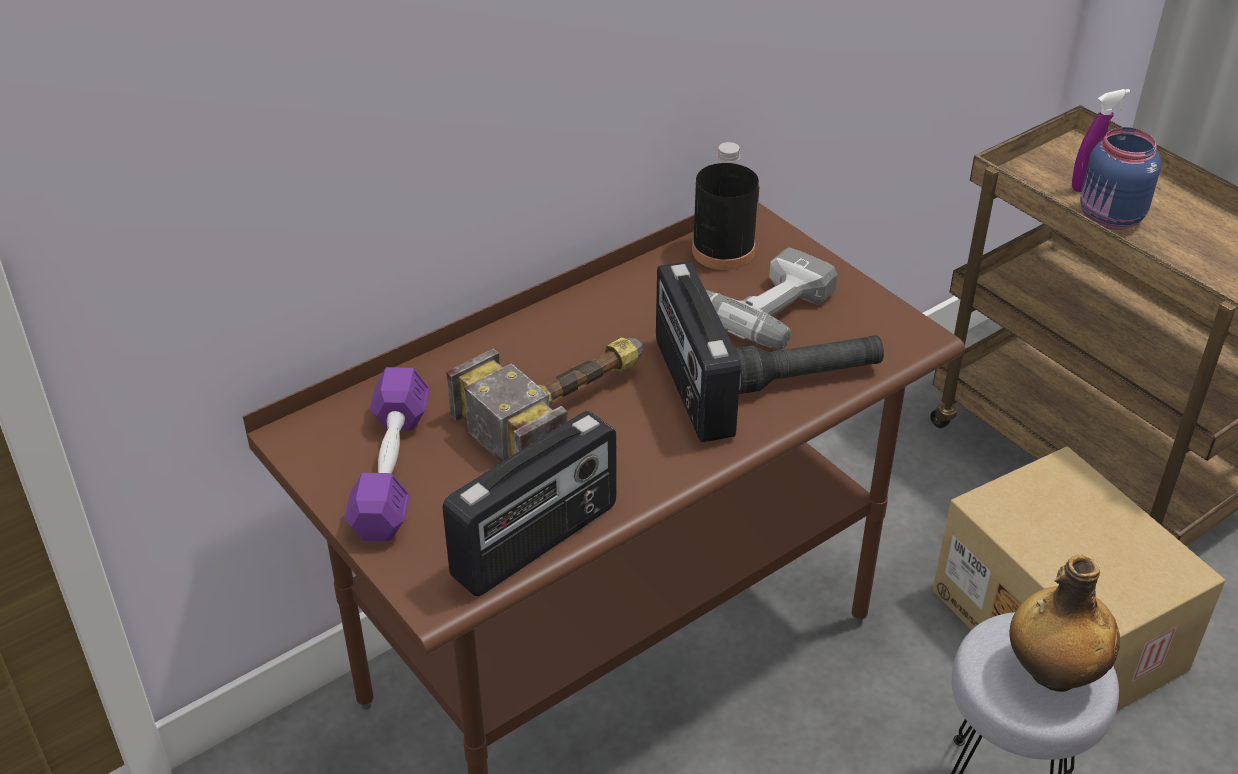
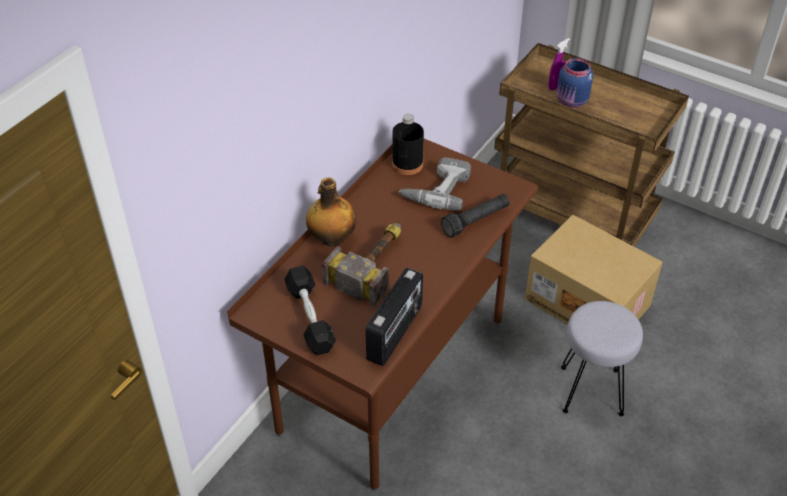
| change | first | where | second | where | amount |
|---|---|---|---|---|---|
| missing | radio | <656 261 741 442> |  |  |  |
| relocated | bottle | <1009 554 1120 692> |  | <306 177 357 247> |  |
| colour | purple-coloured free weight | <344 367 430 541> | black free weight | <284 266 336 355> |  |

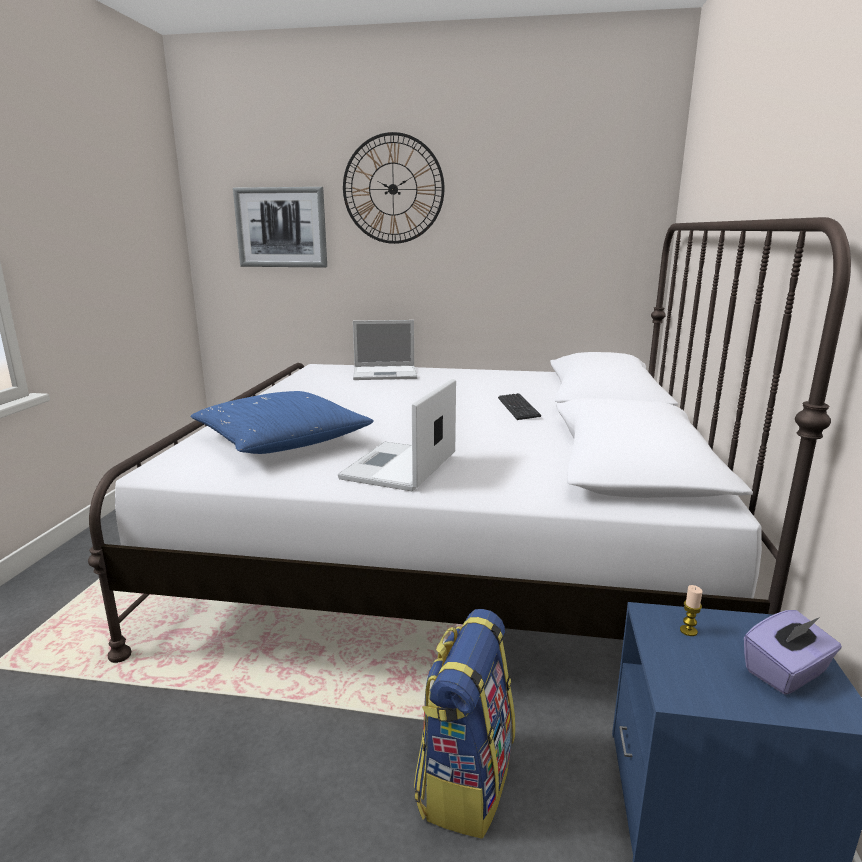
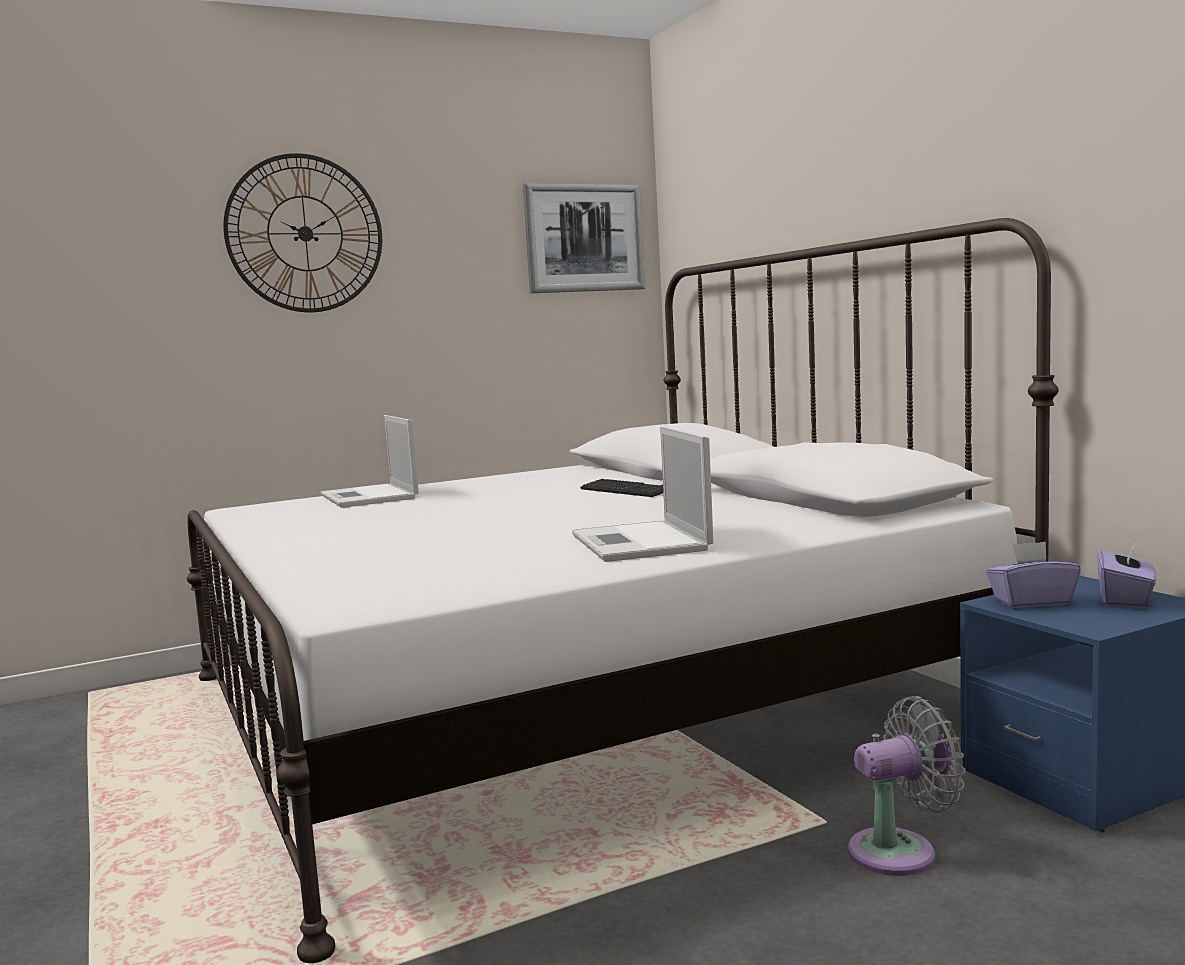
| change | first | where | second | where | amount |
|---|---|---|---|---|---|
| missing | blue pillow | <191 391 374 454> |  |  |  |
| relocated | wall picture | <233 187 327 267> |  | <523 183 645 293> |  |
| exchanged | backpack | <414 609 515 839> | grey electric fan | <848 696 966 876> |  |
| exchanged | candle | <680 585 702 636> | purple-coloured box of tissues | <986 541 1081 608> |  |
| spun | notebook computer | <353 320 417 380> |  | <320 415 419 508> | 105 degrees clockwise |

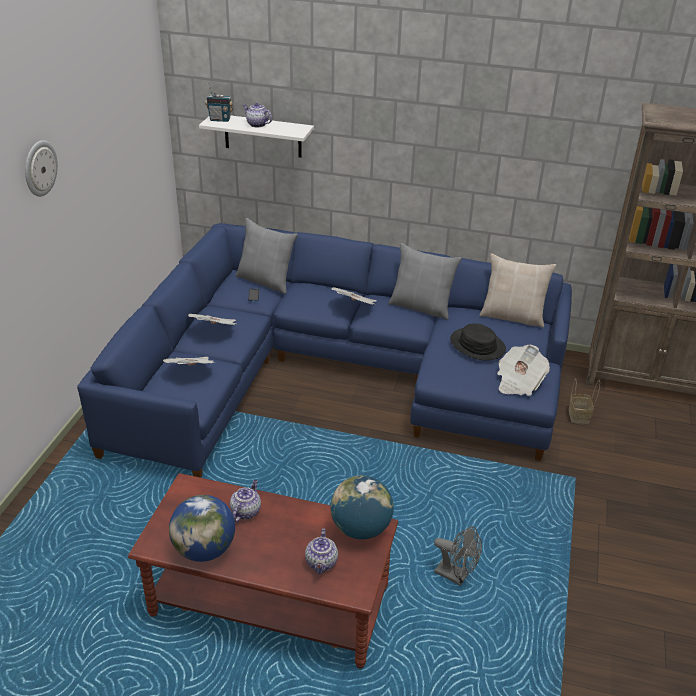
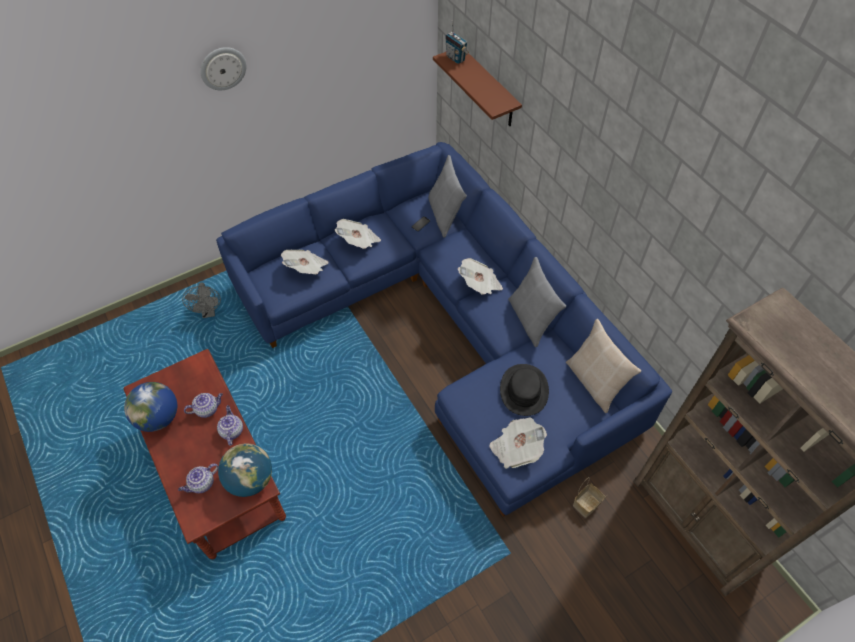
| change | first | where | second | where | amount |
|---|---|---|---|---|---|
| relocated | tea pot | <243 103 272 128> |  | <217 405 243 446> |  |
| relocated | grey electric fan | <434 526 482 586> |  | <182 282 221 318> |  |
| colour | whitish shelf | <199 115 314 158> | brown shelf | <433 52 522 126> |  |

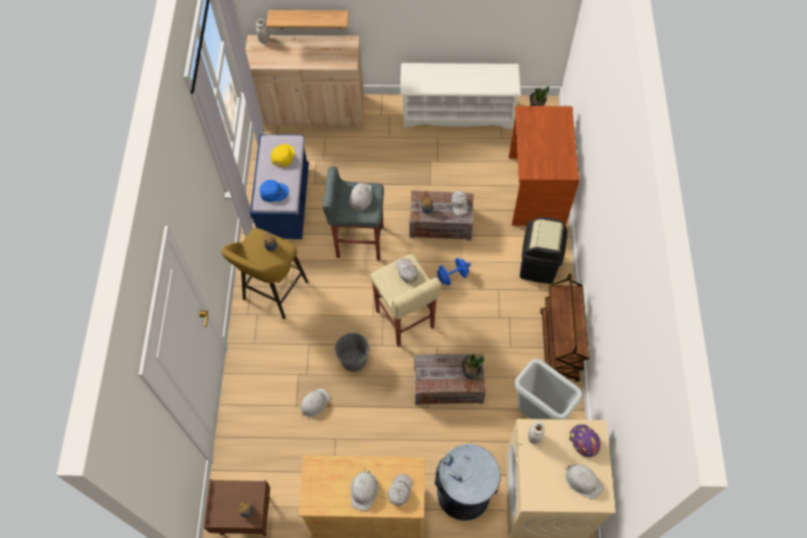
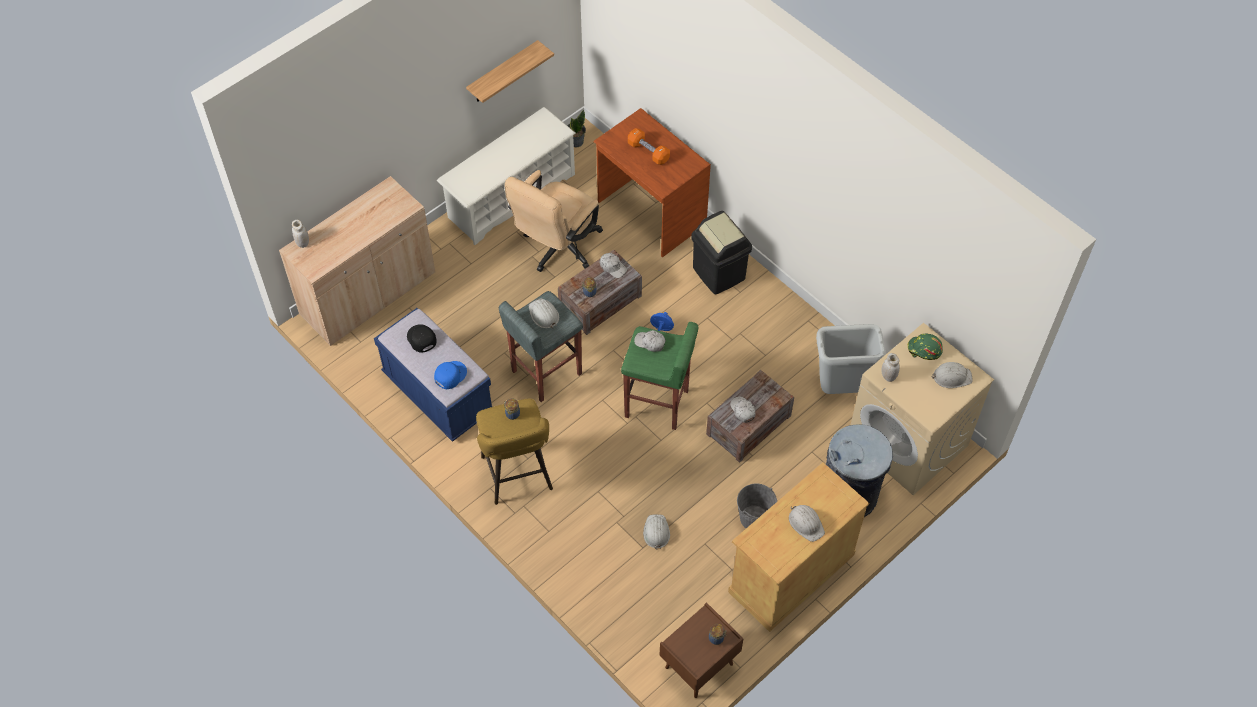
| change | first | where | second | where | amount |
|---|---|---|---|---|---|
| missing | houseplant | <461 353 484 379> |  |  |  |
| missing | brown trolley | <540 273 589 382> |  |  |  |
| appeared |  |  | beige desk chair | <505 170 603 272> |  |
| appeared |  |  | orangey free weight | <628 128 670 165> |  |
| relocated | shelf | <266 10 349 29> |  | <466 40 554 103> |  |
| relocated | grey water bucket | <335 333 370 372> |  | <737 484 777 528> |  |
| relocated | whitish baseball cap | <388 474 413 506> |  | <730 396 755 423> |  |
| colour | yellow baseball cap | <271 144 295 167> | black baseball cap | <407 324 437 353> |  |
| colour | beige stool | <370 254 441 347> | greenish stool | <621 322 698 430> |  |
| colour | purple-coloured safety helmet | <569 424 601 457> | greenish safety helmet | <908 334 943 360> |  |

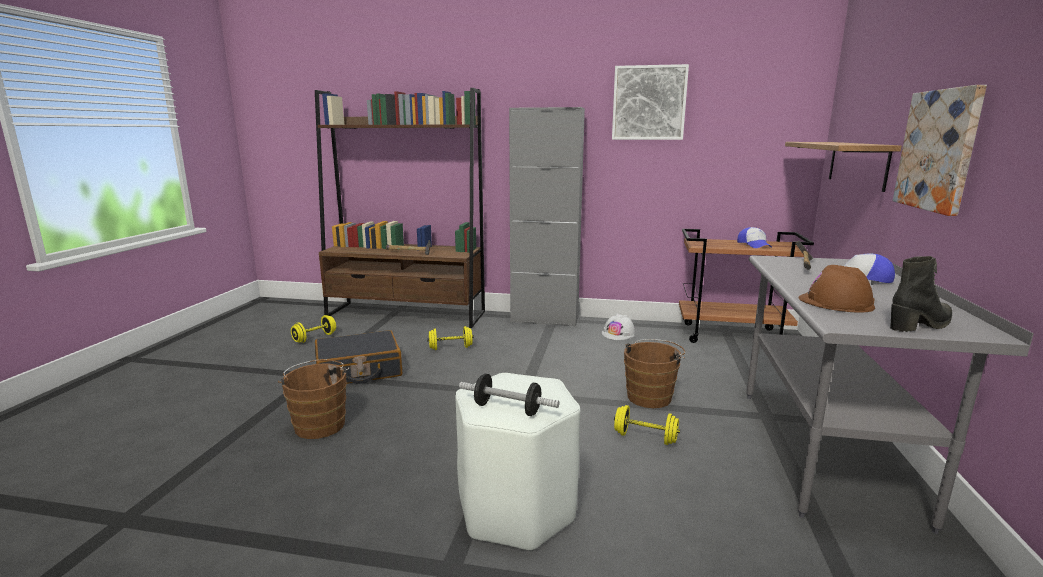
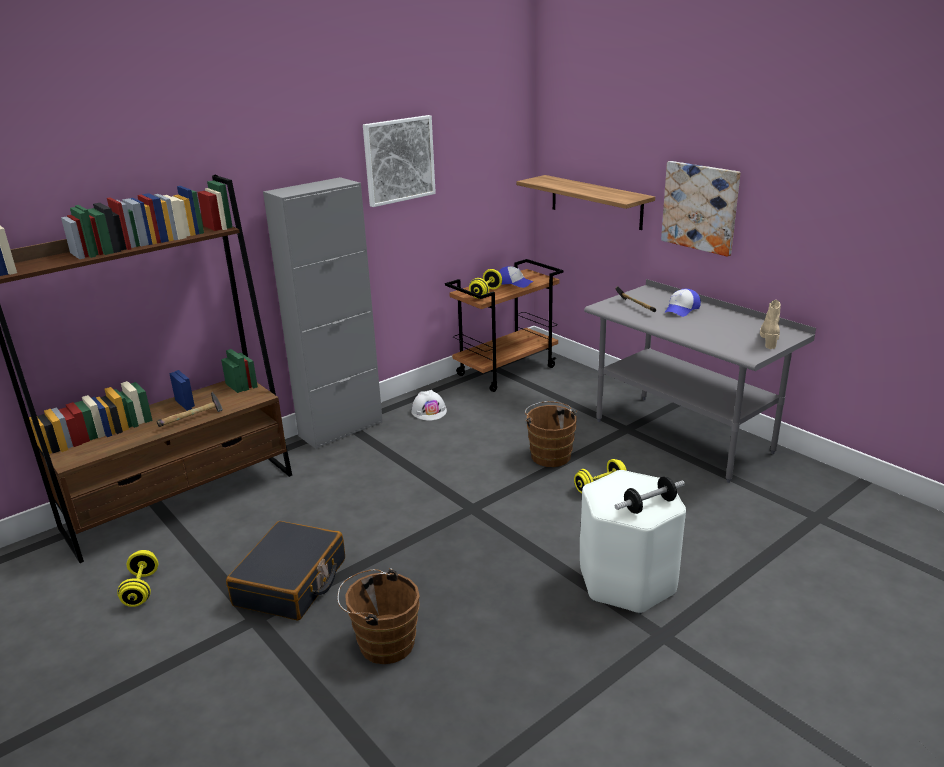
| change | first | where | second | where | amount |
|---|---|---|---|---|---|
| missing | brown safety helmet | <798 265 875 313> |  |  |  |
| relocated | yellow free weight | <427 326 474 350> |  | <469 269 502 299> |  |
| colour | black high-top boot | <890 256 952 332> | beige high-top boot | <760 300 781 349> |  |

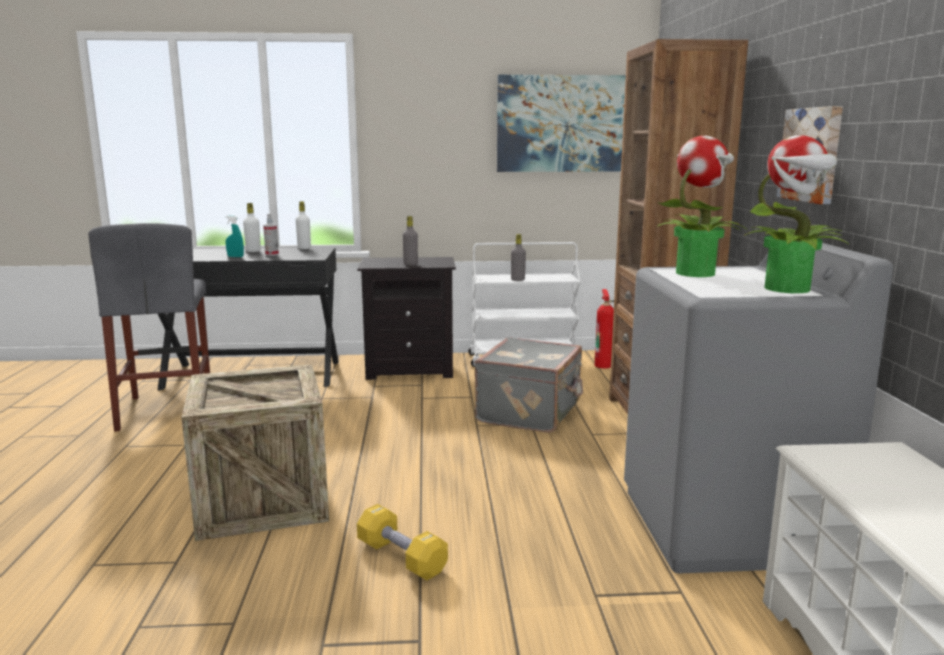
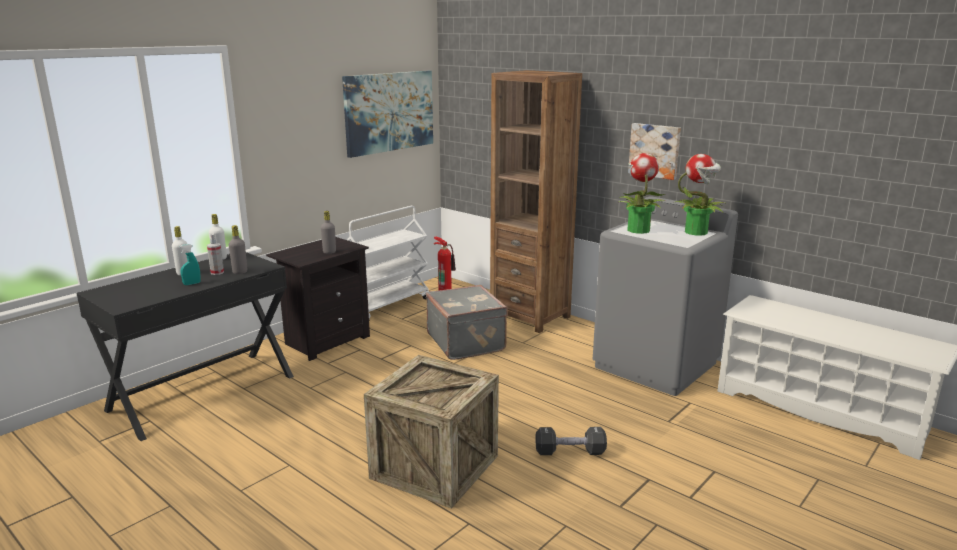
| change | first | where | second | where | amount |
|---|---|---|---|---|---|
| missing | grey stool | <88 223 210 432> |  |  |  |
| relocated | grey bottle | <511 234 526 281> |  | <229 225 247 274> |  |
| colour | yellow free weight | <357 504 448 581> | black free weight | <535 427 607 455> |  |

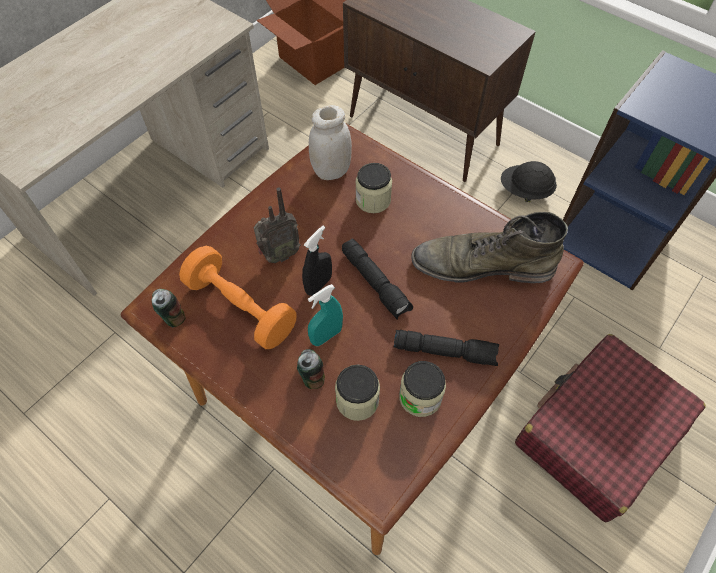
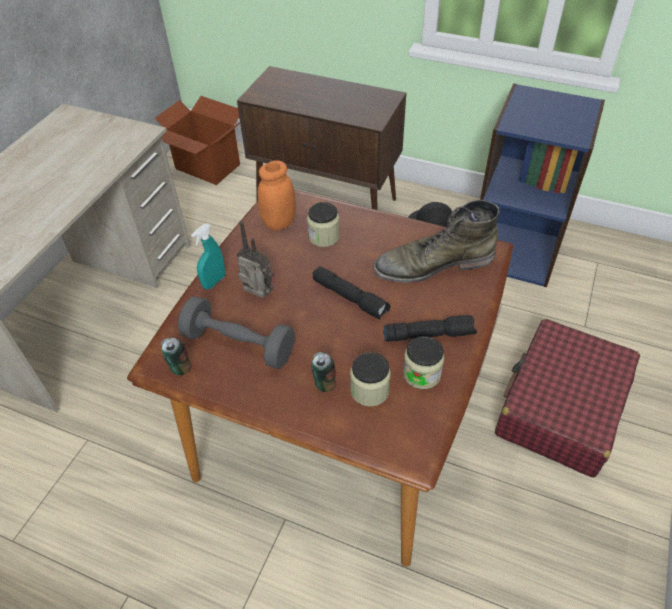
| change | first | where | second | where | amount |
|---|---|---|---|---|---|
| missing | black hand sprayer | <302 225 332 296> |  |  |  |
| relocated | turquoise-coloured hand sprayer | <308 284 343 346> |  | <191 223 225 290> |  |
| colour | orangey free weight | <179 246 297 349> | grey free weight | <178 296 295 369> |  |
| colour | whitish jar | <309 105 352 180> | orangey jar | <258 160 296 231> |  |
| spun | radio | <253 187 301 263> |  | <237 221 275 298> | 105 degrees counterclockwise |

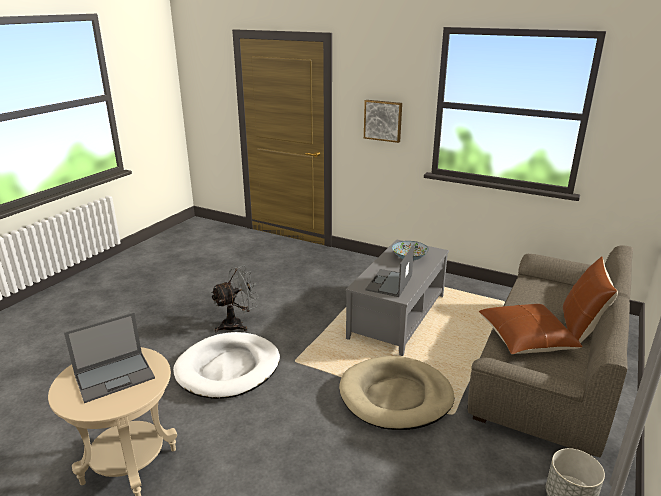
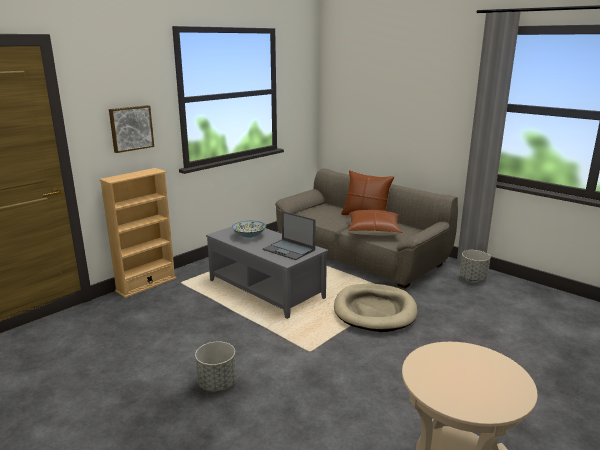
| change | first | where | second | where | amount |
|---|---|---|---|---|---|
| missing | notebook computer | <64 312 155 403> |  |  |  |
| missing | whitish dog cushion | <173 332 280 399> |  |  |  |
| appeared |  |  | beige bookcase | <99 168 176 298> |  |
| exchanged | grey electric fan | <211 265 259 332> | grey plant pot | <195 341 237 391> |  |

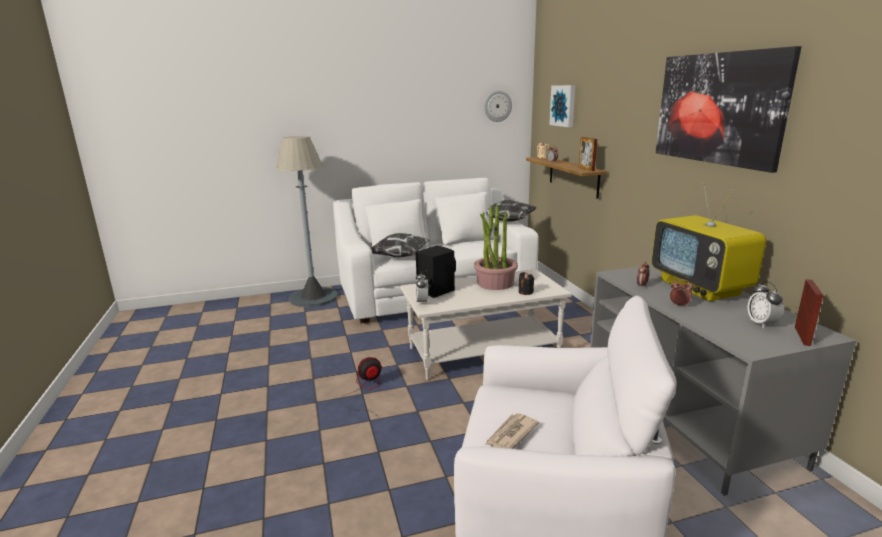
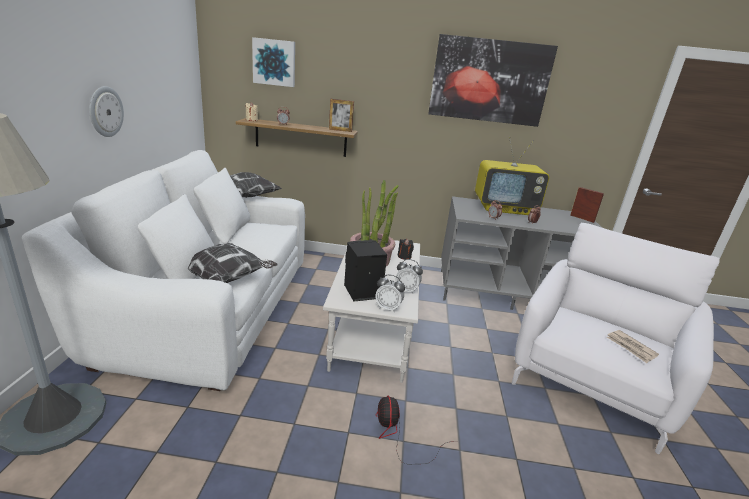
| change | first | where | second | where | amount |
|---|---|---|---|---|---|
| relocated | wall clock | <484 90 512 122> |  | <89 86 124 137> |  |
| relocated | bedside clock | <748 281 784 328> |  | <395 259 423 294> |  |

